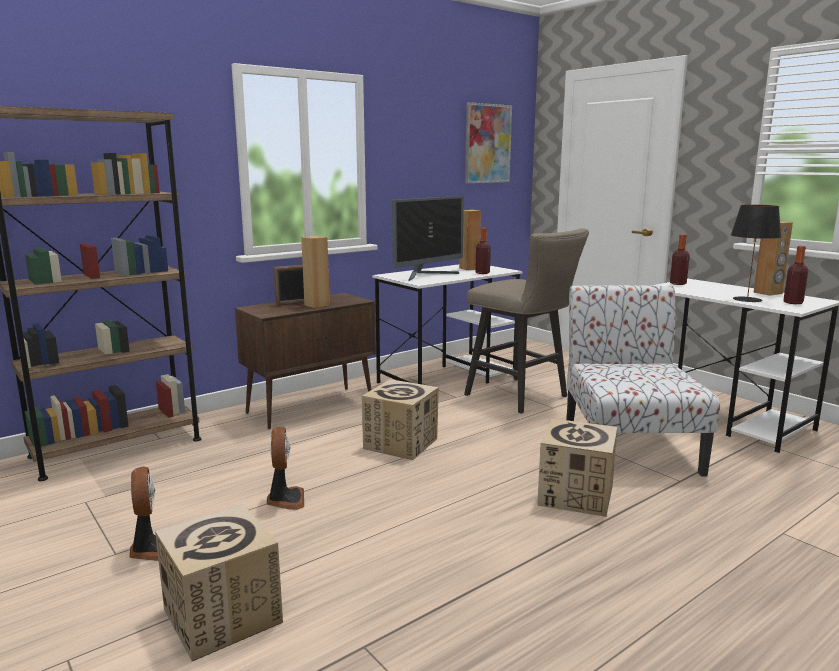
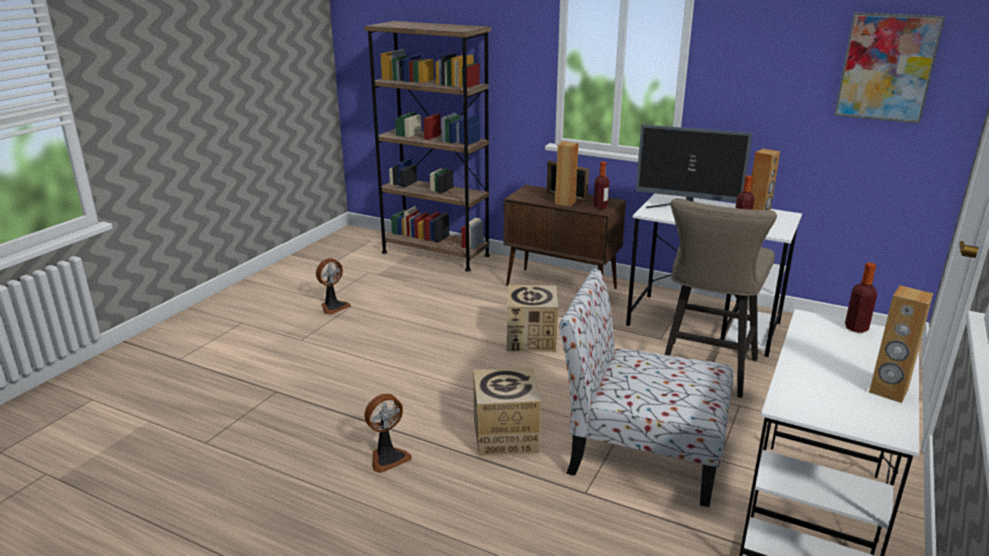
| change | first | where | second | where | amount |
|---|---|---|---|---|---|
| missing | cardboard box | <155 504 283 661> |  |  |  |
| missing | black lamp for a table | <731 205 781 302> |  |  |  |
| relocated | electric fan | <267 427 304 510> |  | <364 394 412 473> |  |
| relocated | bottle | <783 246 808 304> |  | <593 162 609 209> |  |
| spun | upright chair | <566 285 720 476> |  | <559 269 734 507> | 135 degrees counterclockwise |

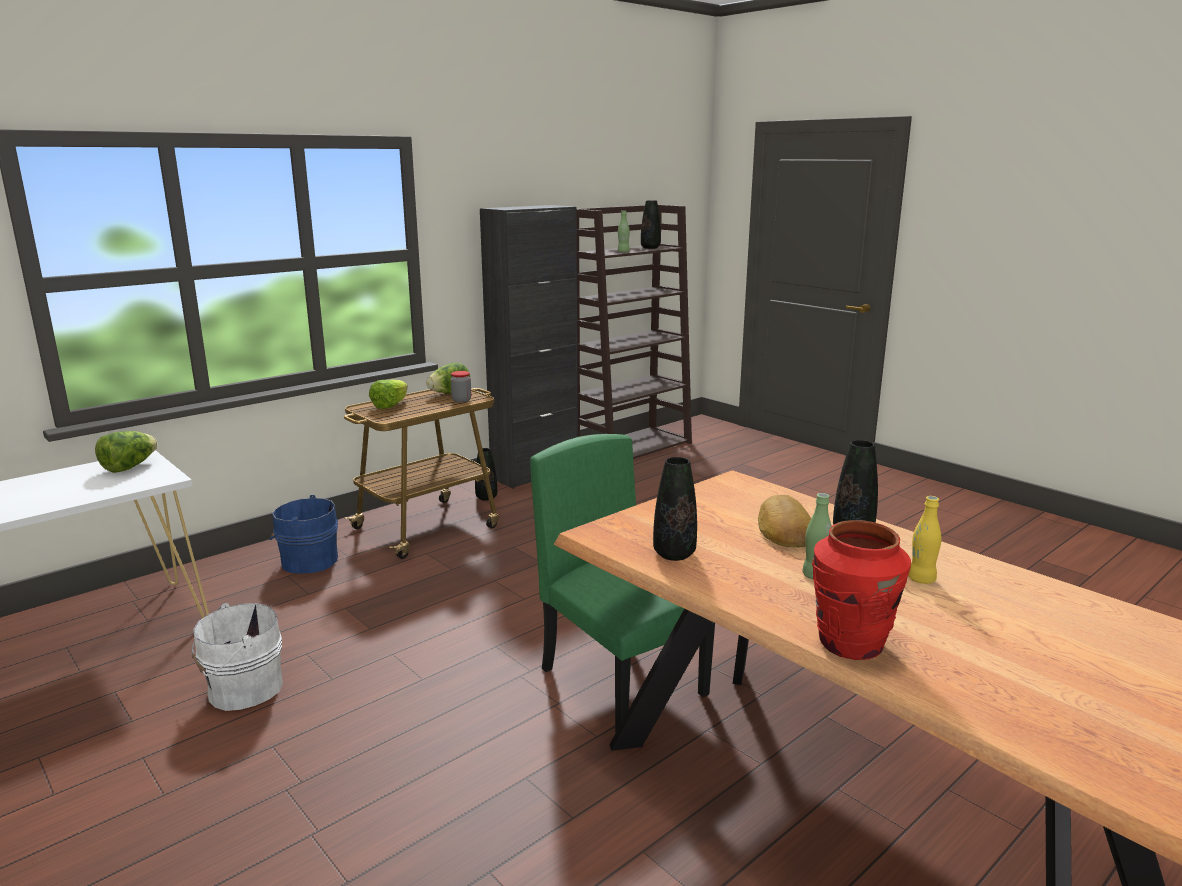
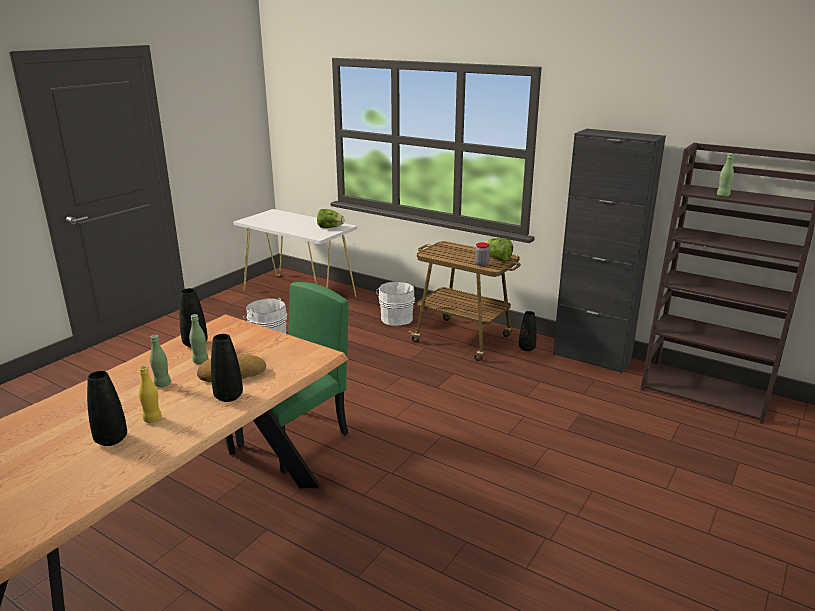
| change | first | where | second | where | amount |
|---|---|---|---|---|---|
| missing | lettuce head | <369 379 408 409> |  |  |  |
| missing | reddish vase | <812 520 911 660> |  |  |  |
| appeared |  |  | greenish bottle | <189 314 209 364> |  |
| relocated | black vase | <641 200 661 249> |  | <87 371 127 446> |  |
| colour | blue water bucket | <270 495 338 574> | whitish water bucket | <376 282 415 326> |  |

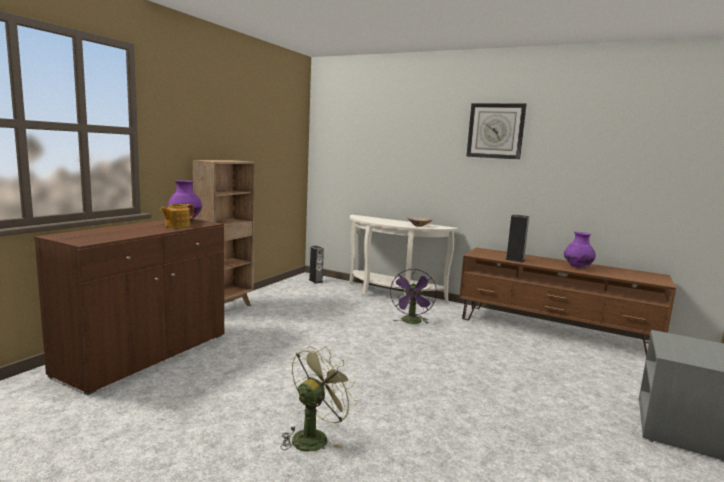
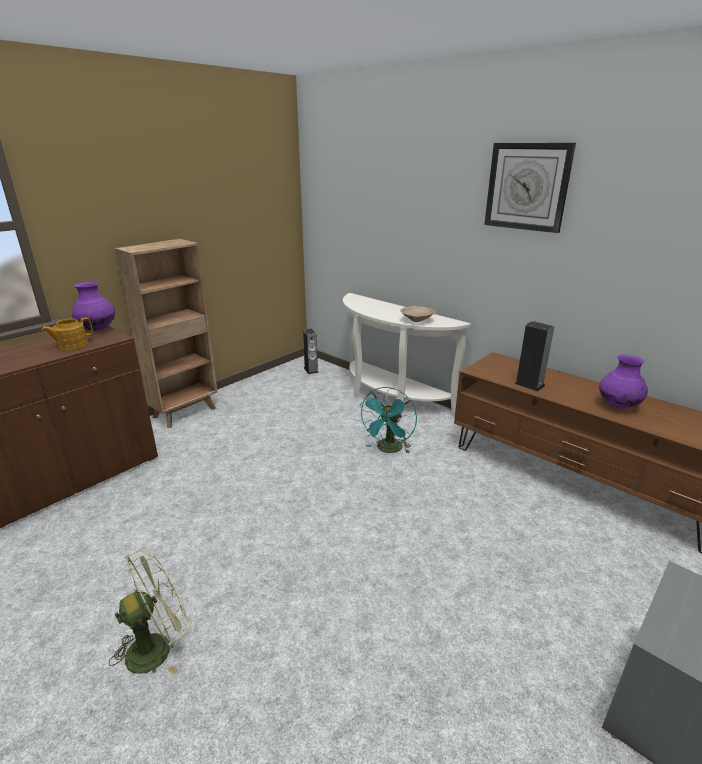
| change | first | where | second | where | amount |
|---|---|---|---|---|---|
| colour | purple-coloured electric fan | <390 269 437 324> | turquoise-coloured electric fan | <358 387 417 453> |  |

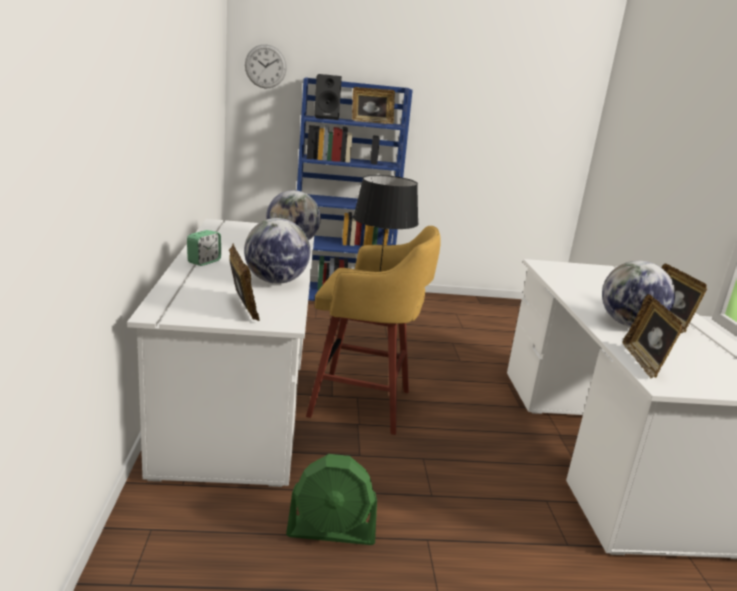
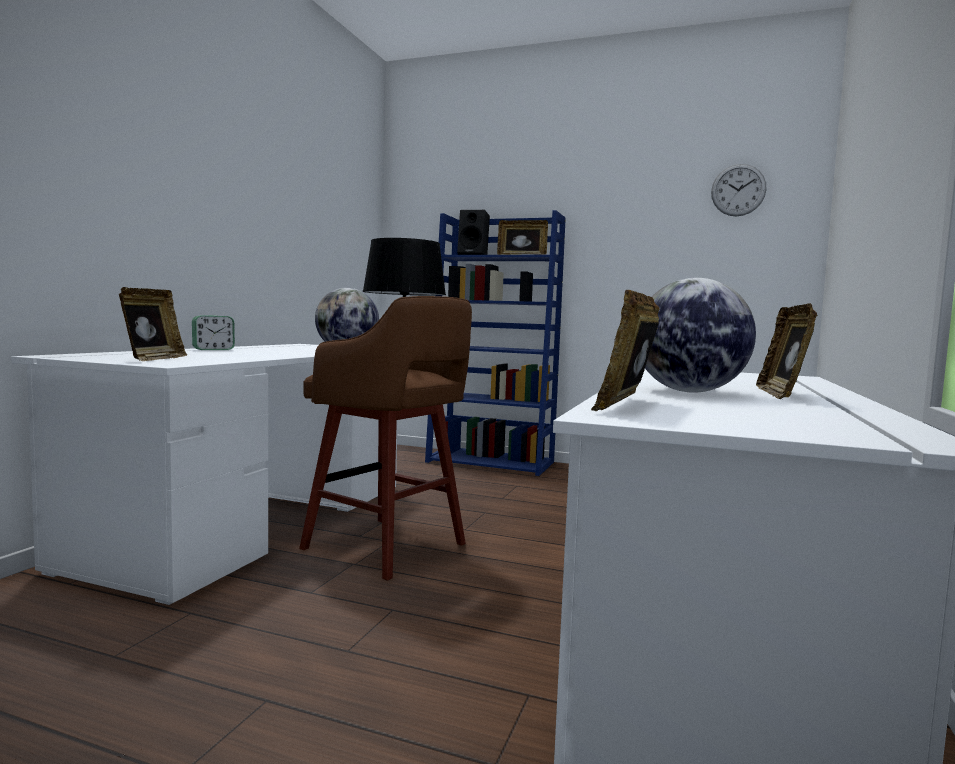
| change | first | where | second | where | amount |
|---|---|---|---|---|---|
| missing | globe | <244 218 310 284> |  |  |  |
| missing | greenish electric fan | <286 454 377 545> |  |  |  |
| relocated | wall clock | <245 44 287 88> |  | <711 164 767 216> |  |
| colour | yellow stool | <306 226 441 435> | brown stool | <299 296 472 581> |  |

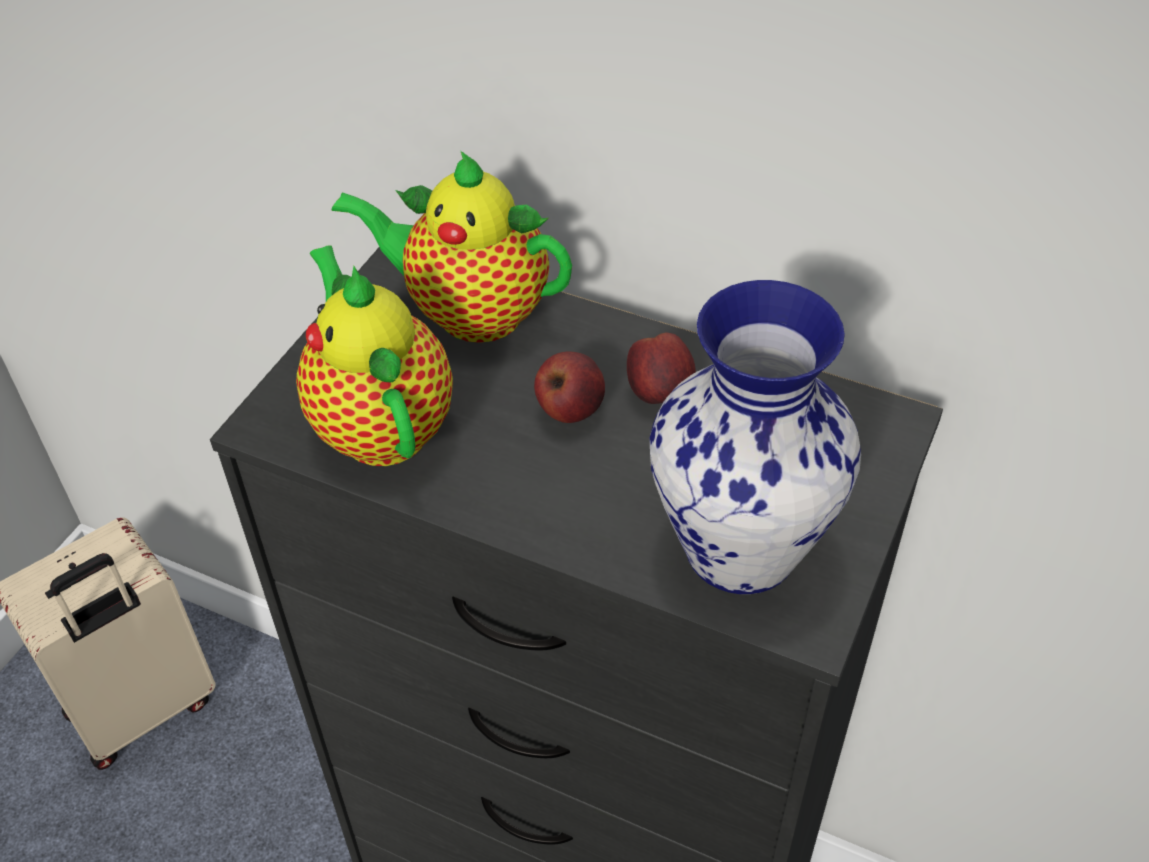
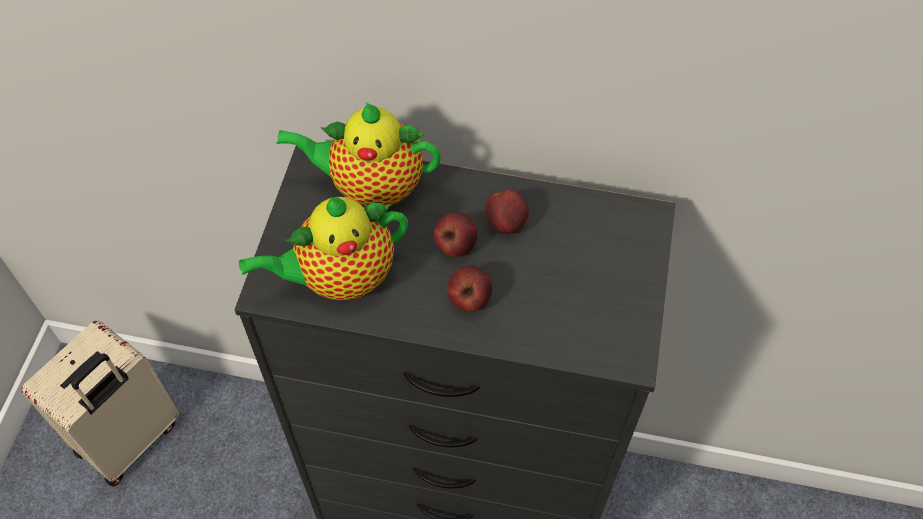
| change | first | where | second | where | amount |
|---|---|---|---|---|---|
| missing | vase | <650 280 861 594> |  |  |  |
| appeared |  |  | apple | <447 266 492 312> |  |
| spun | tea pot | <296 245 453 466> |  | <239 197 408 300> | 75 degrees counterclockwise |

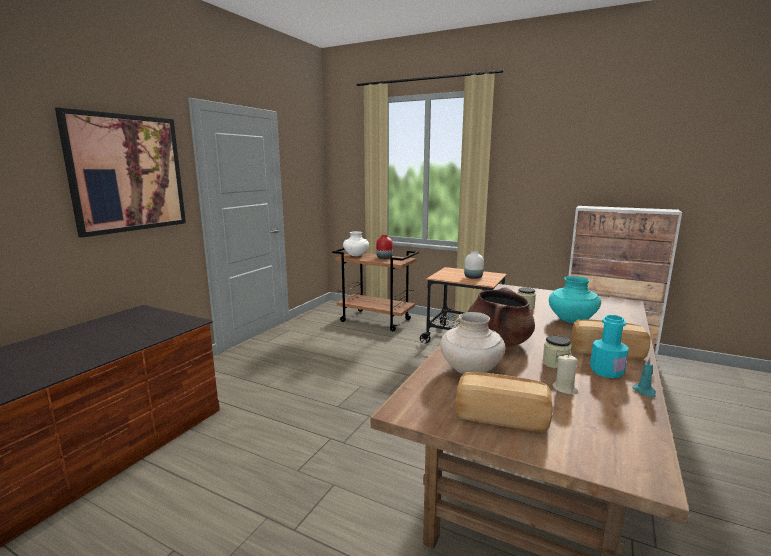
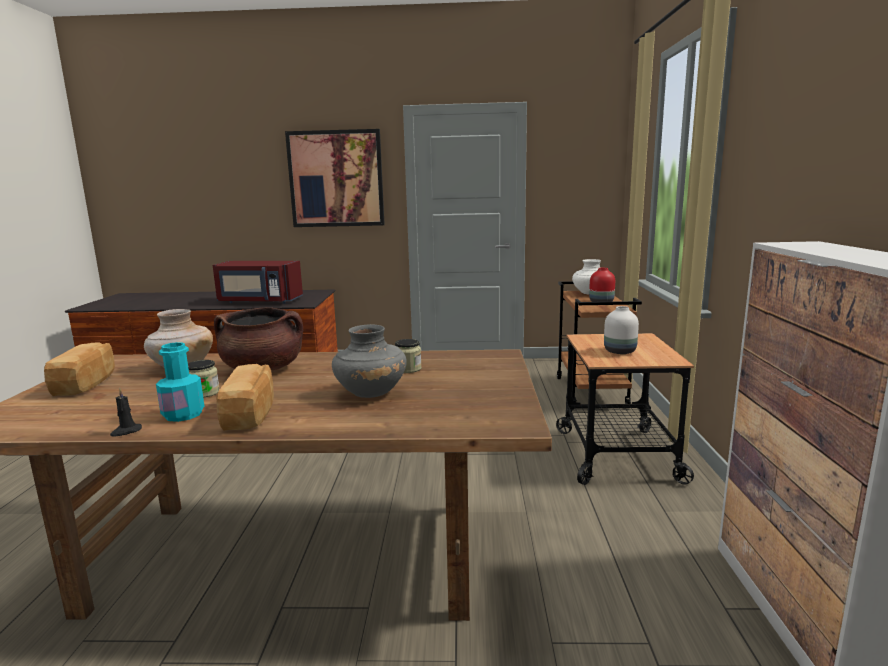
| change | first | where | second | where | amount |
|---|---|---|---|---|---|
| missing | beige candle | <553 355 578 395> |  |  |  |
| appeared |  |  | reddish kitchen microwave | <213 261 303 304> |  |
| colour | turquoise-coloured vase | <549 276 601 323> | grey vase | <332 324 407 398> |  |
| colour | turquoise-coloured candle | <632 357 656 398> | black candle | <110 388 142 437> |  |

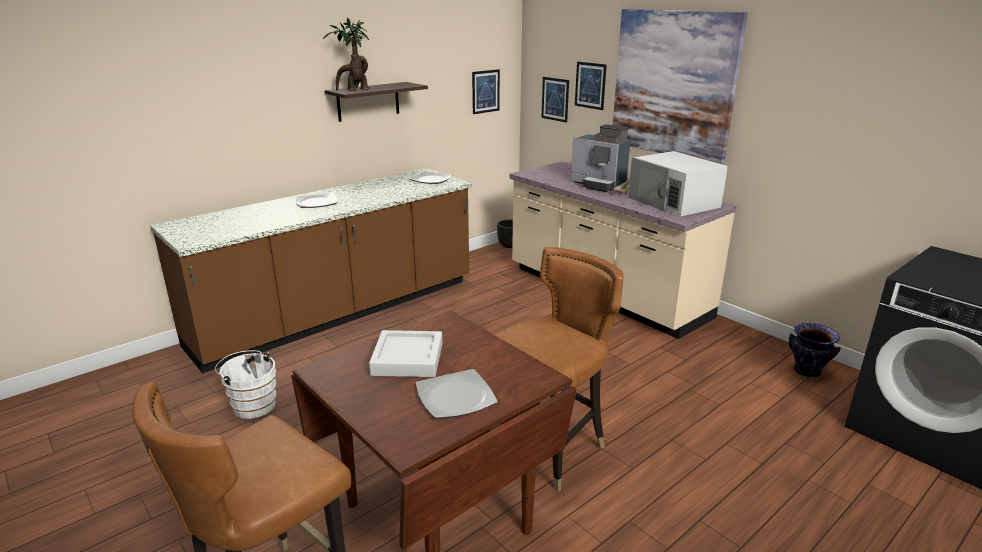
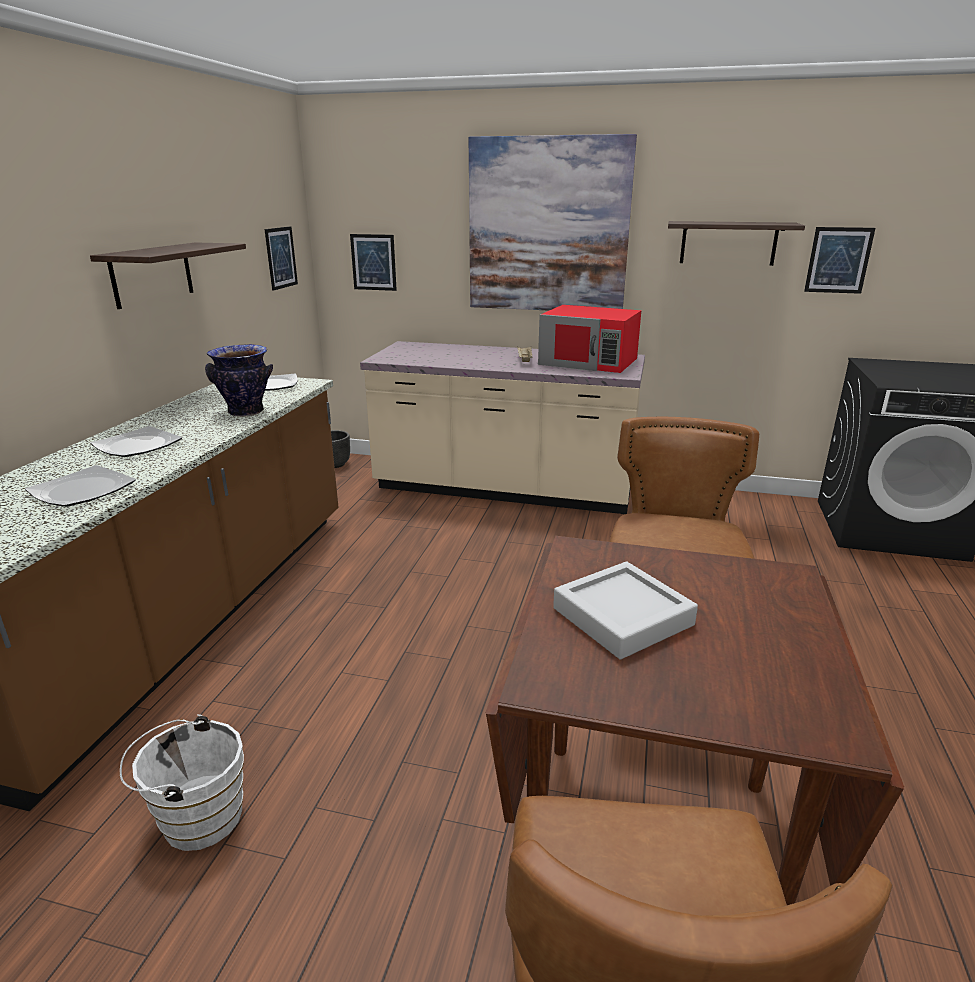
| change | first | where | second | where | amount |
|---|---|---|---|---|---|
| missing | houseplant | <323 17 369 91> |  |  |  |
| missing | coffee machine | <571 124 630 192> |  |  |  |
| appeared |  |  | shelf | <668 221 805 266> |  |
| relocated | dinner plate | <415 369 498 419> |  | <25 465 136 507> |  |
| relocated | wall picture | <575 62 607 110> |  | <804 227 875 294> |  |
| relocated | vase | <789 323 841 378> |  | <205 344 273 417> |  |
| colour | whitish kitchen microwave | <628 151 728 217> | reddish kitchen microwave | <538 305 641 373> |  |

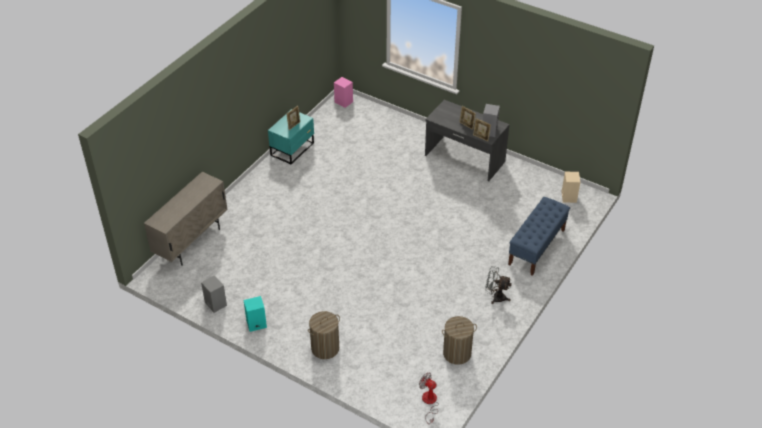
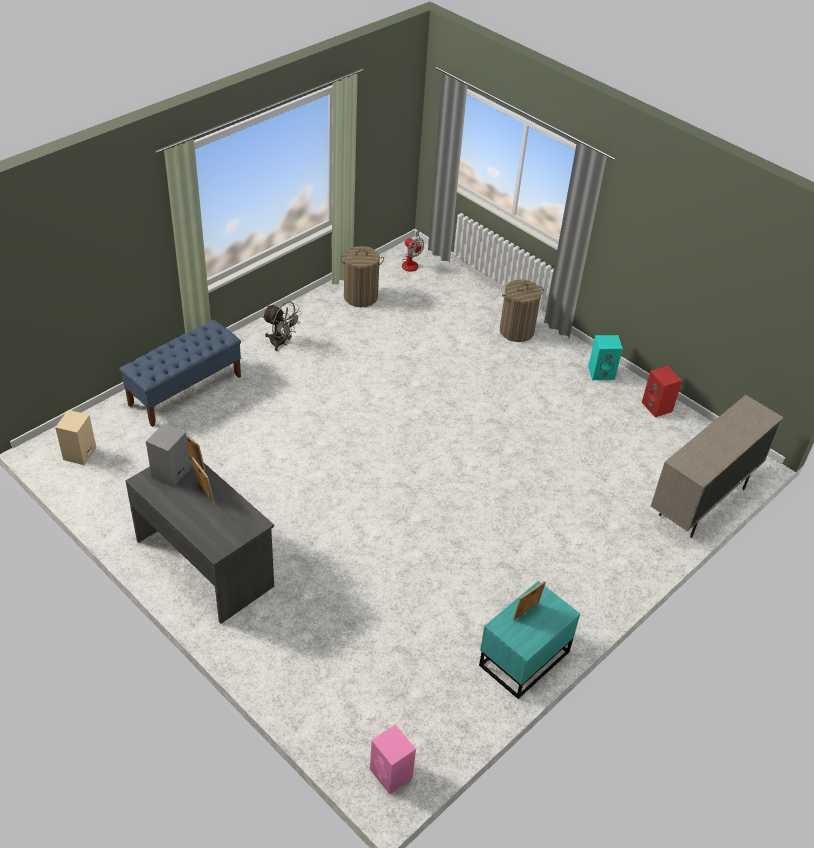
| change | first | where | second | where | amount |
|---|---|---|---|---|---|
| colour | grey speaker | <201 275 227 313> | reddish speaker | <642 366 682 417> |  |

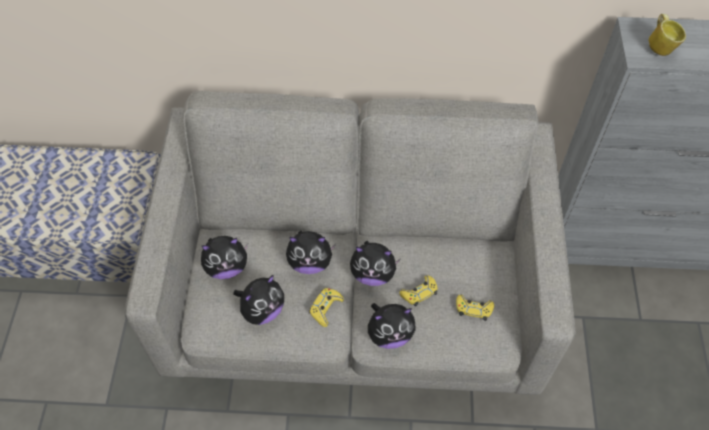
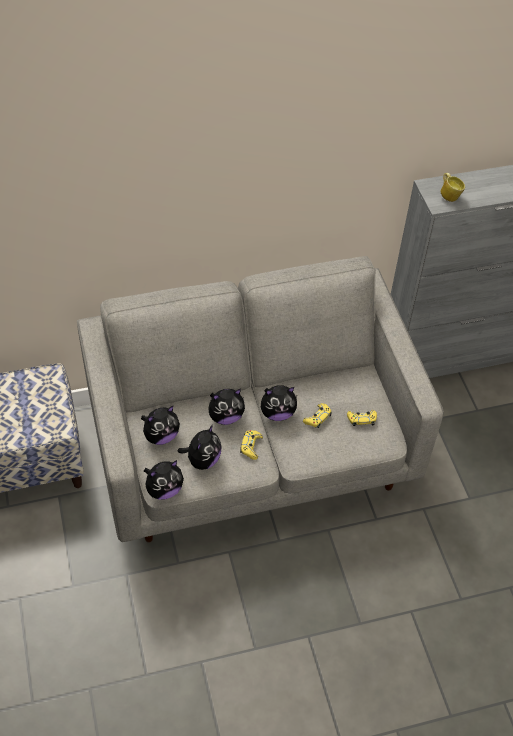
| change | first | where | second | where | amount |
|---|---|---|---|---|---|
| relocated | plush toy | <368 303 416 349> |  | <144 460 184 499> |  |

